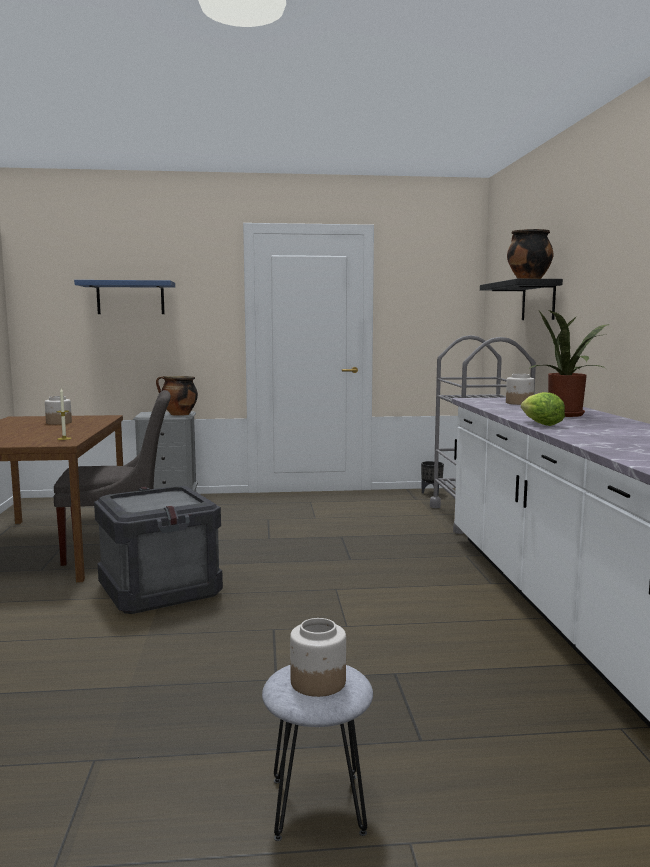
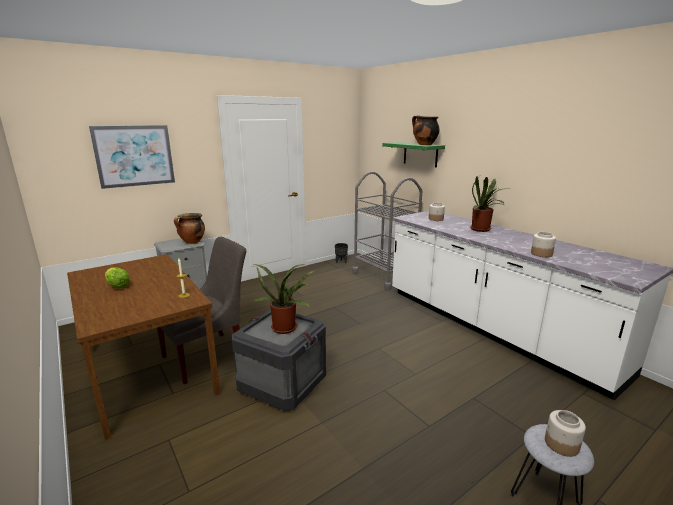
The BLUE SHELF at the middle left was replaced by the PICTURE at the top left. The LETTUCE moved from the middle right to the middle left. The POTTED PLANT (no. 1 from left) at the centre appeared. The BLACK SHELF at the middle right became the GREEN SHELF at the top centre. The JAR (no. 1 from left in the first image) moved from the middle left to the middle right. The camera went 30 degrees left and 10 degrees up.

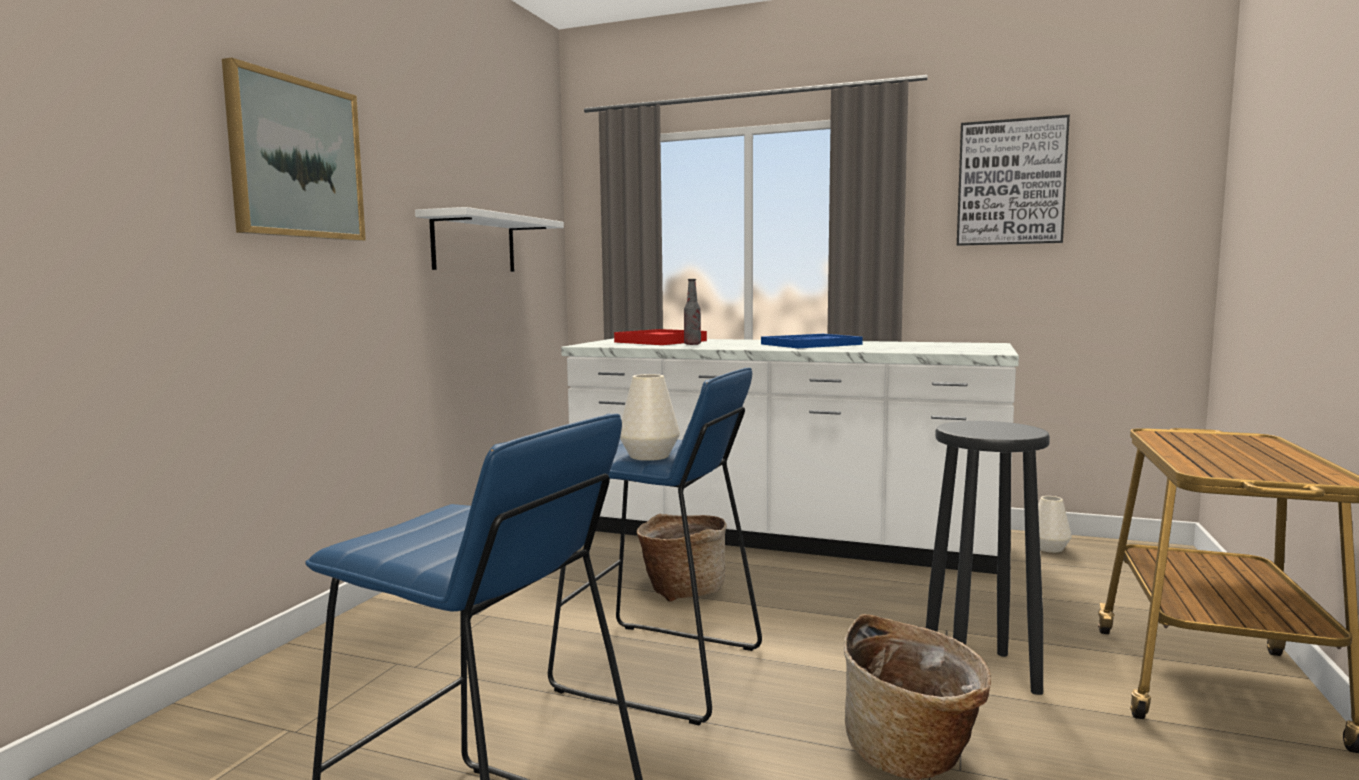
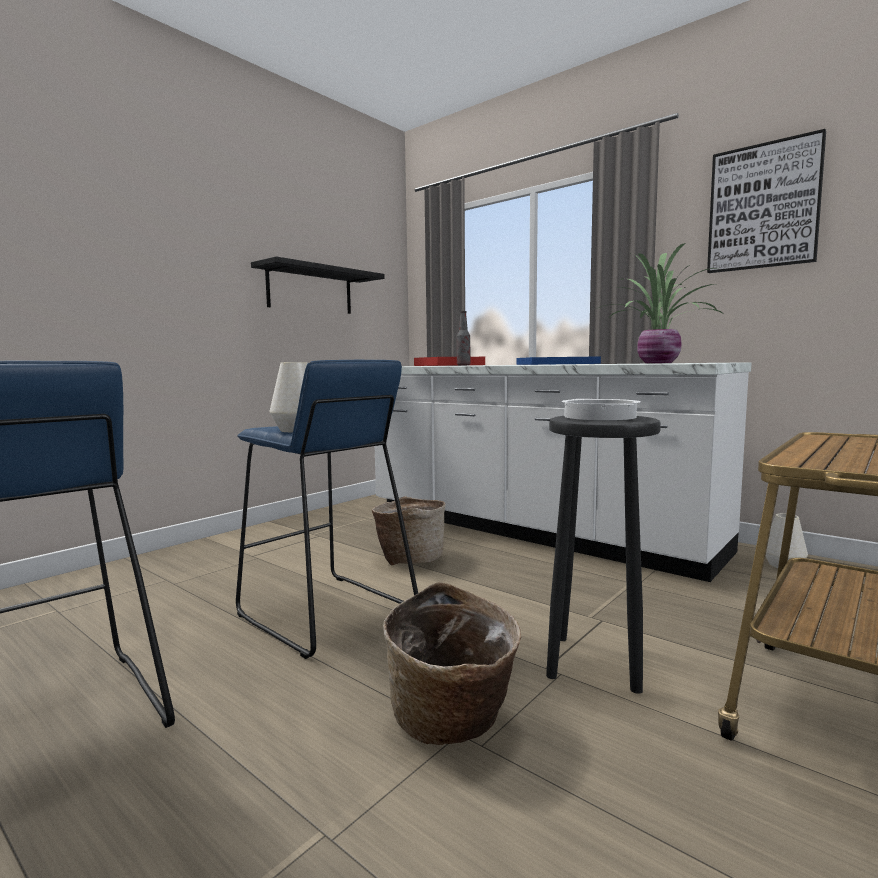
The WHITE SHELF at the top centre became the BLACK SHELF at the top centre. The COOKING POT at the middle right appeared. The POTTED PLANT at the middle right appeared. The PICTURE (no. 1 from left) at the top left disappeared. The camera went 20 degrees right and 0 degrees up.

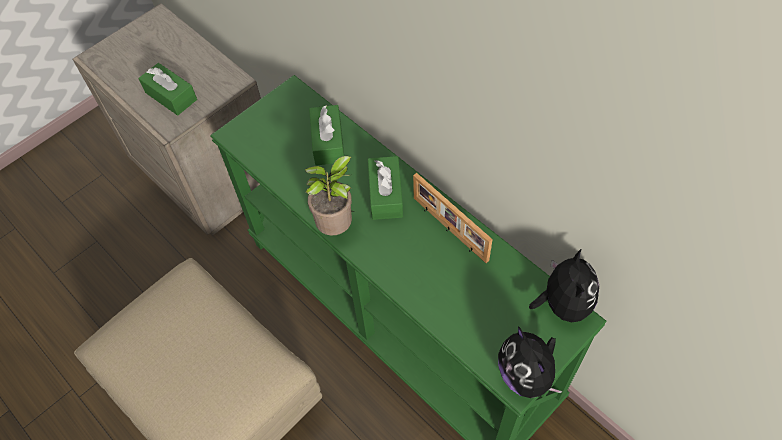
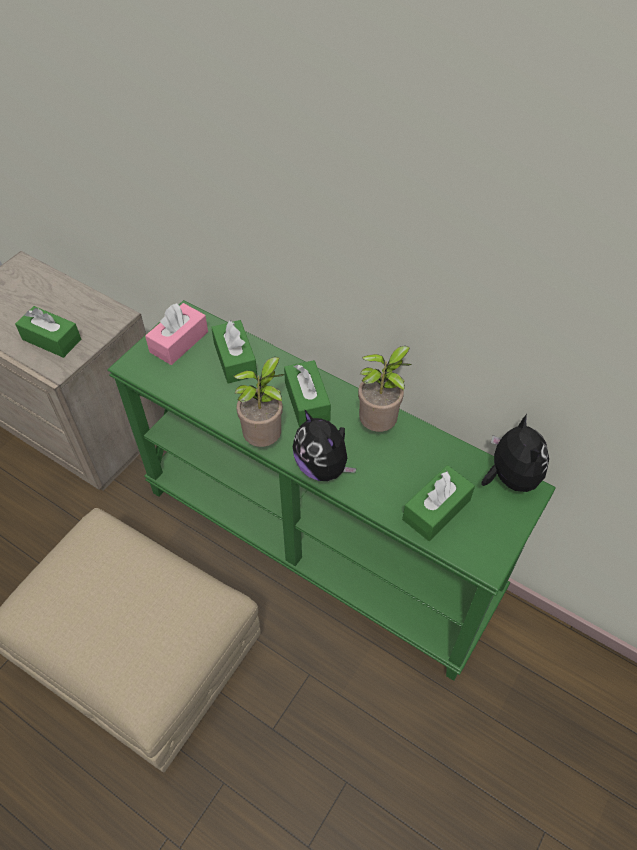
The PINK TISSUE BOX at the middle left appeared. The PLUSH TOY (no. 1 from left) moved from the bottom right to the centre. The PICTURE FRAME at the centre was replaced by the POTTED PLANT (no. 2 from left) at the centre. The GREEN TISSUE BOX (no. 4 from left) at the middle right appeared. The camera went 15 degrees left and 5 degrees down.

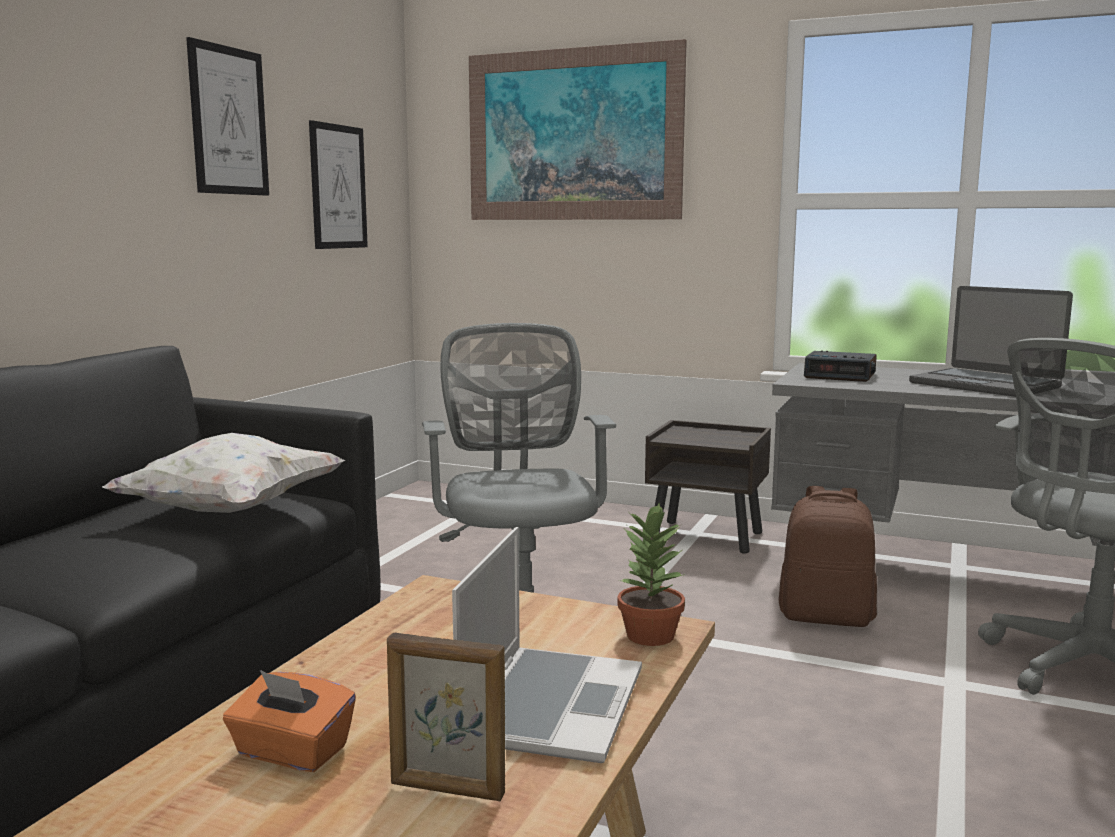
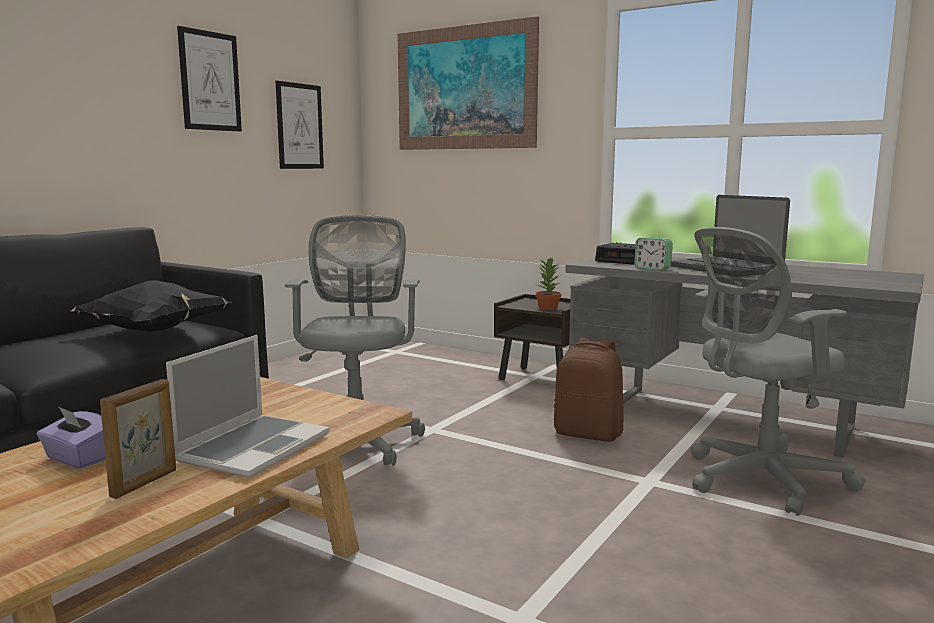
The ORANGE TISSUE BOX at the bottom left became the PURPLE TISSUE BOX at the bottom left. The WHITE PILLOW at the middle left became the BLACK PILLOW at the middle left. The PICTURE FRAME at the bottom centre turned 90 degrees counterclockwise. The POTTED PLANT moved from the bottom centre to the centre. The ALARM CLOCK (no. 2 from left) at the middle right appeared. The camera went 10 degrees right and 0 degrees up.

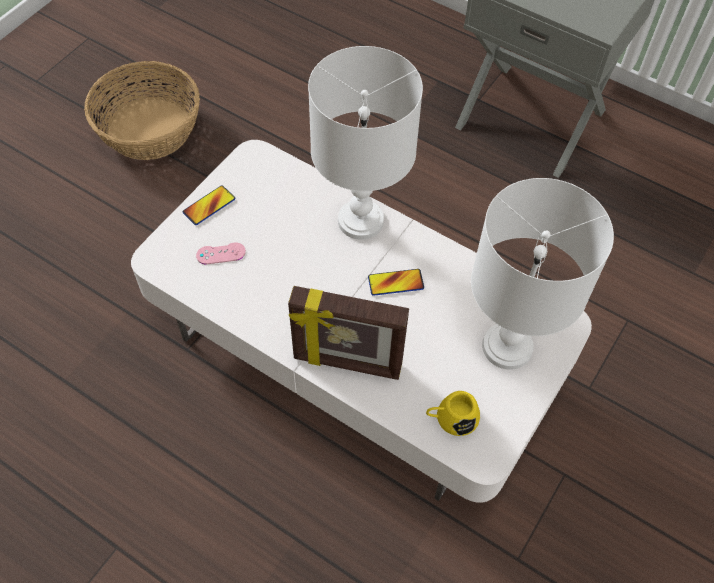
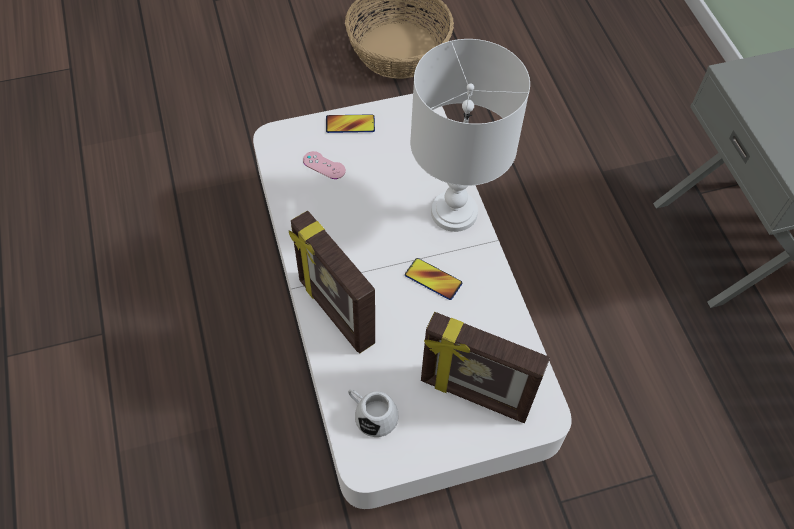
The YELLOW MUG at the bottom centre became the WHITE MUG at the bottom centre. The WHITE TABLE LAMP (no. 2 from left) at the middle right was replaced by the PICTURE FRAME (no. 2 from left) at the bottom centre. The camera went 40 degrees right and 0 degrees up.

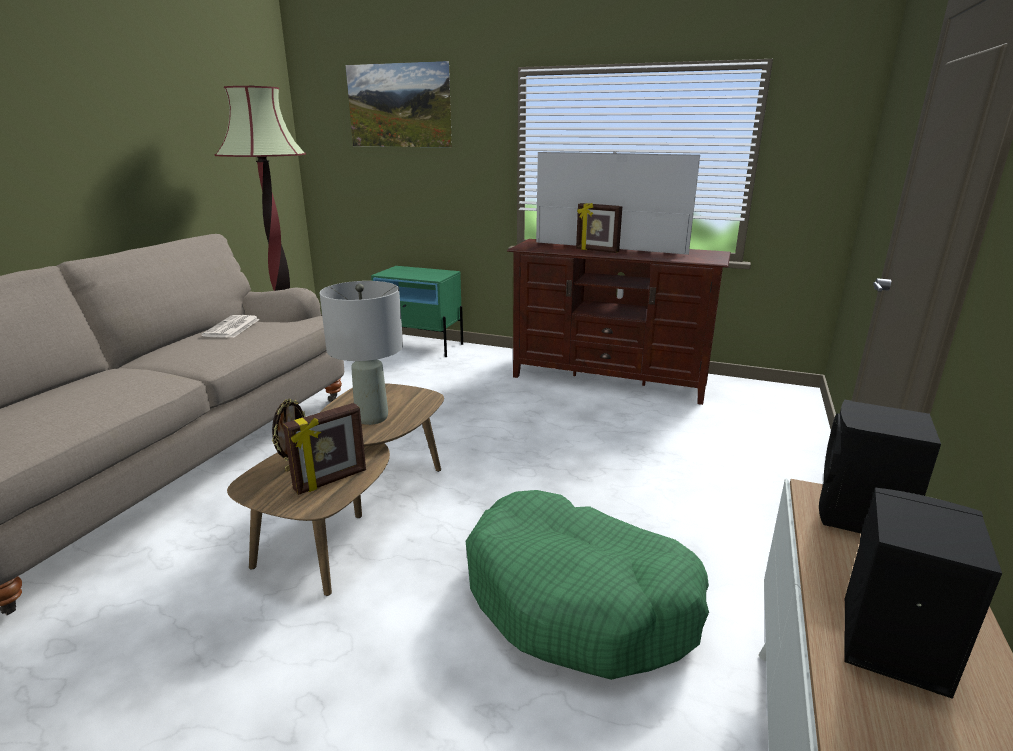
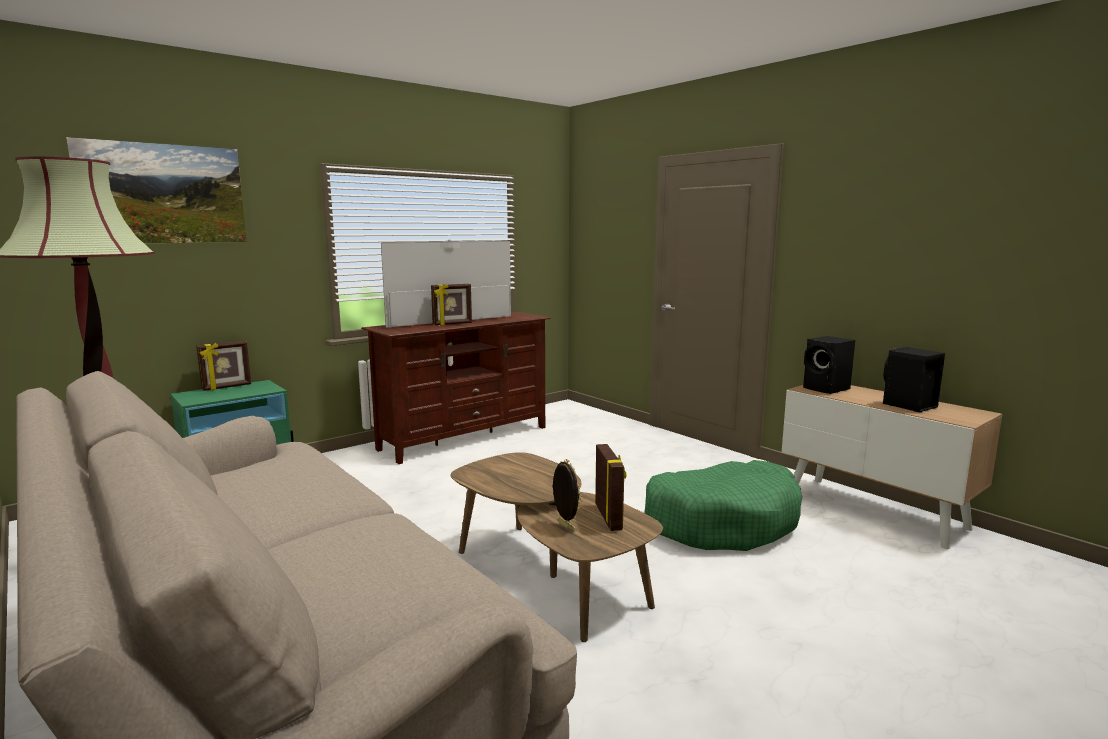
The PICTURE FRAME (no. 1 from left) at the middle left appeared. The NEWSPAPER at the middle left disappeared. The GREY TABLE LAMP at the centre disappeared. The camera went 60 degrees left and 10 degrees down.

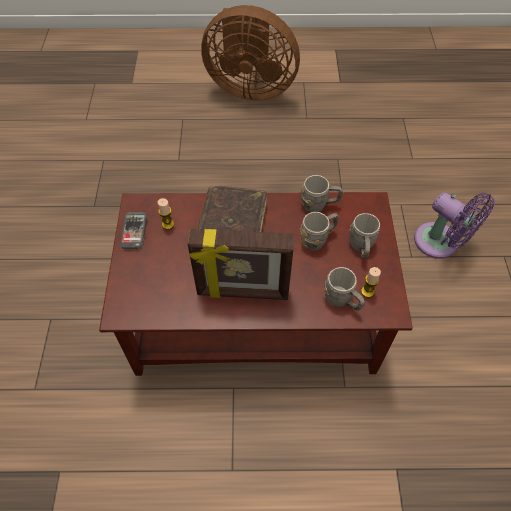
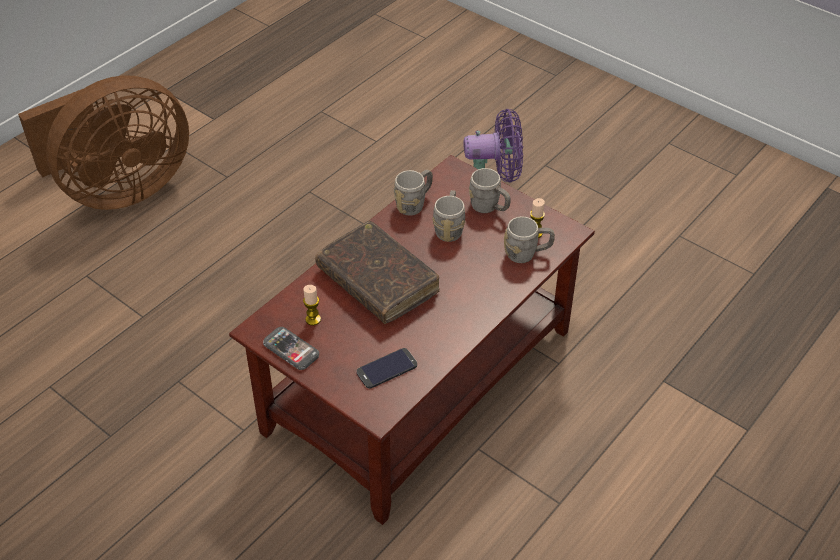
The PHONE (no. 2 from left) at the centre appeared. The PICTURE FRAME at the centre disappeared. The camera went 50 degrees left and 10 degrees down.

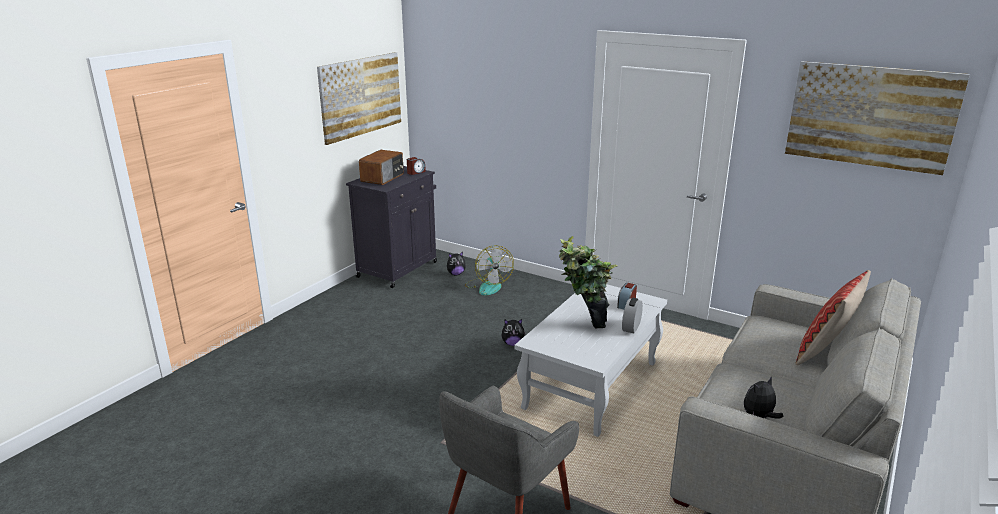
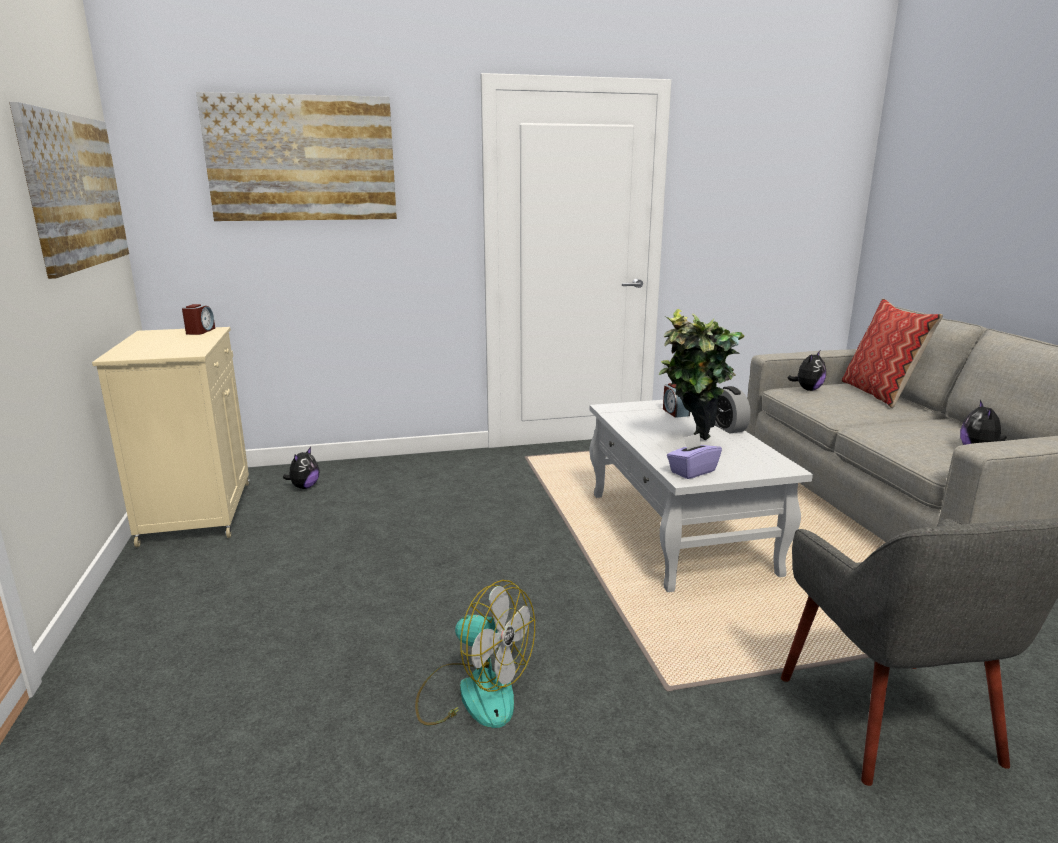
The BLACK CABINET at the centre became the BEIGE CABINET at the middle left. The PICTURE (no. 2 from left) moved from the top right to the top left. The FAN moved from the centre to the bottom centre. The PURPLE TISSUE BOX at the centre appeared. The PLUSH TOY (no. 2 from left) moved from the centre to the middle right. The RADIO at the top centre disappeared. The camera went 45 degrees left and 5 degrees down.

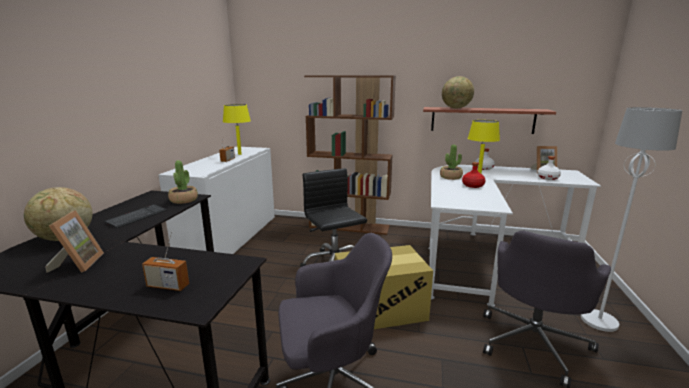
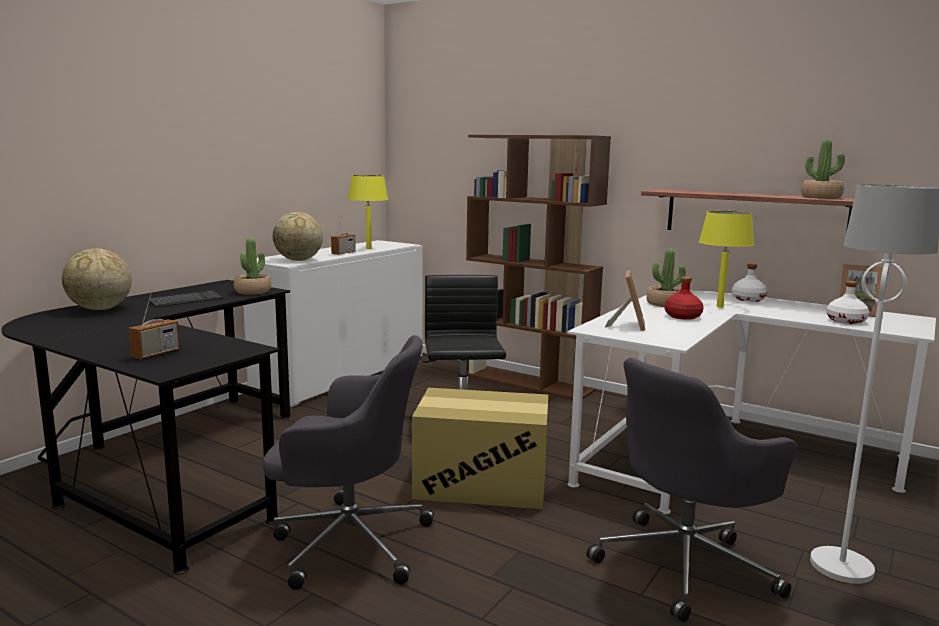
The RADIO (no. 1 from left) at the bottom left turned 90 degrees counterclockwise. The GLOBE (no. 2 from left) moved from the top centre to the middle left. The PICTURE FRAME (no. 1 from left) moved from the middle left to the centre. The POTTED PLANT (no. 3 from left) at the top right appeared. The camera went 20 degrees right and 5 degrees down.

